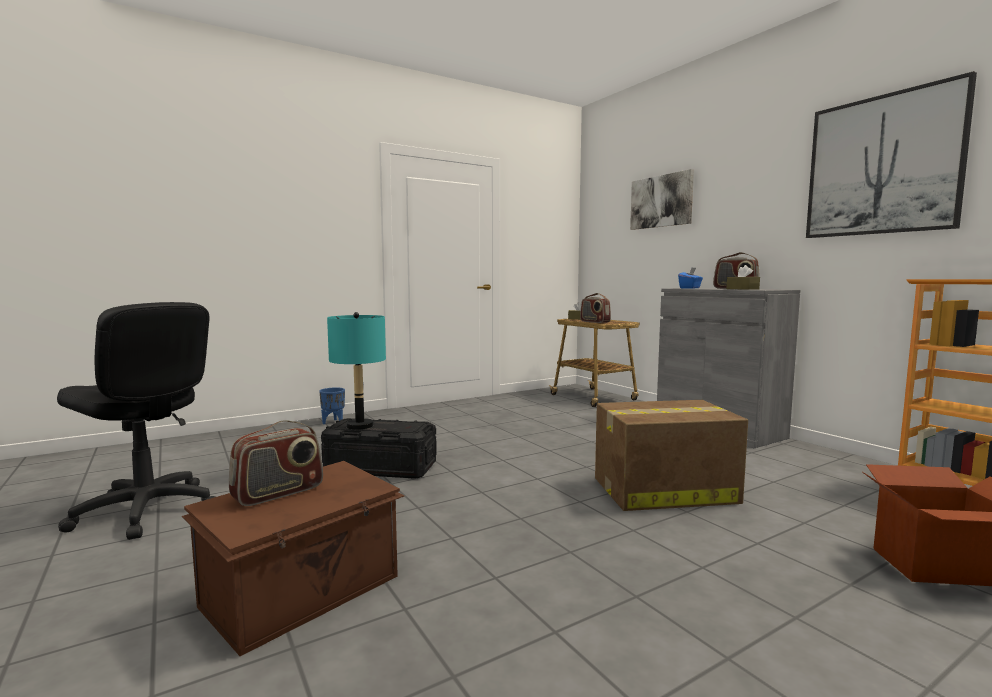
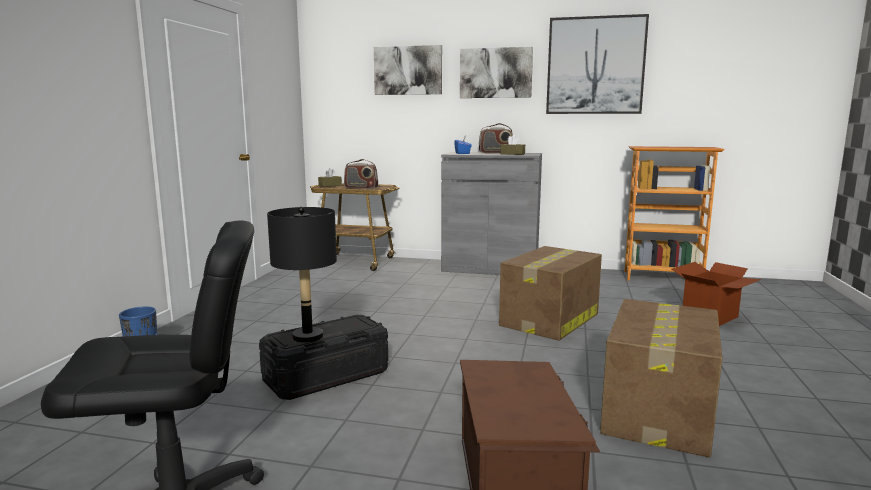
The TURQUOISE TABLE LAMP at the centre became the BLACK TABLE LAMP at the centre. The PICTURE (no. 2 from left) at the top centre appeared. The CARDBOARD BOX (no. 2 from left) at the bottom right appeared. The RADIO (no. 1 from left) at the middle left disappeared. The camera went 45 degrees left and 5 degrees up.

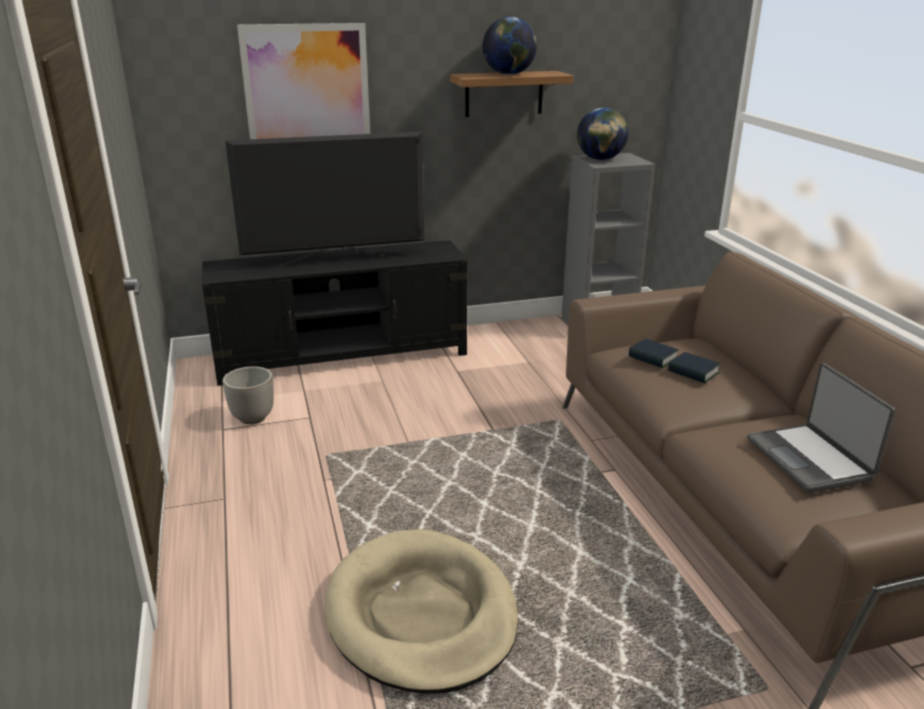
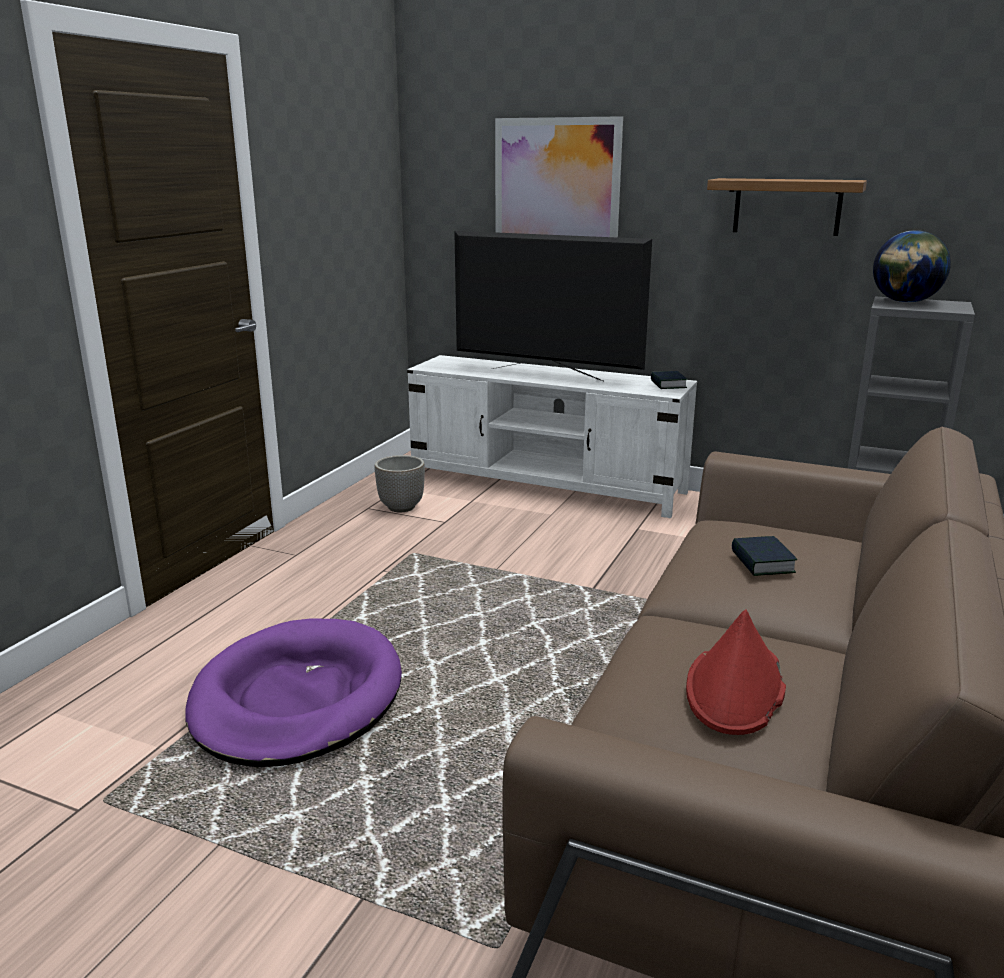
The BEIGE DOG BED at the bottom centre became the PURPLE DOG BED at the bottom left. The BLACK TV STAND at the centre became the WHITE TV STAND at the centre. The BOOK (no. 1 from left) moved from the middle right to the centre. The LAPTOP at the middle right was replaced by the RED HAT at the bottom right. The GLOBE (no. 1 from left) at the top centre disappeared. The camera went 40 degrees right and 5 degrees down.

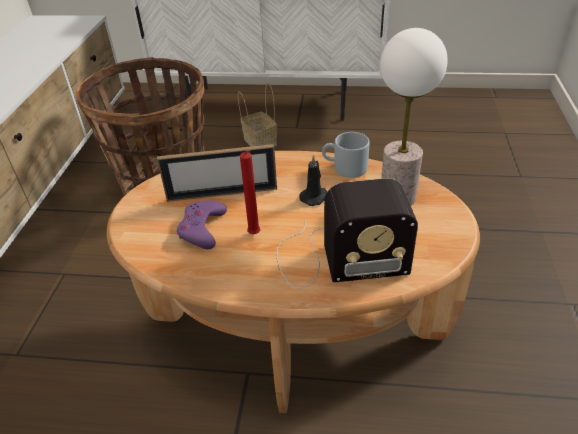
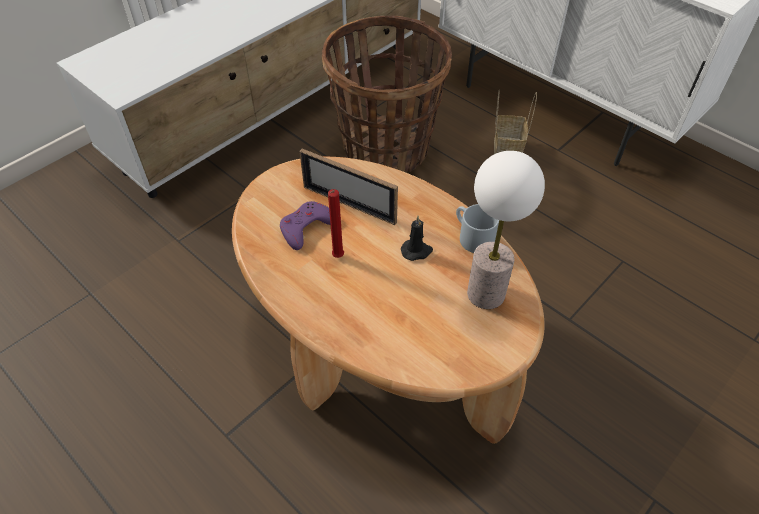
The RADIO at the centre disappeared. The camera went 35 degrees right and 10 degrees up.

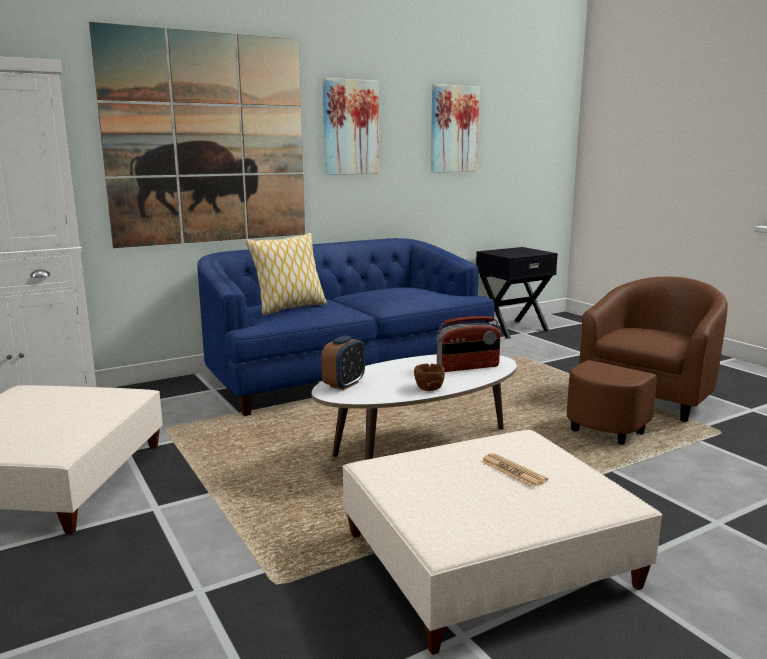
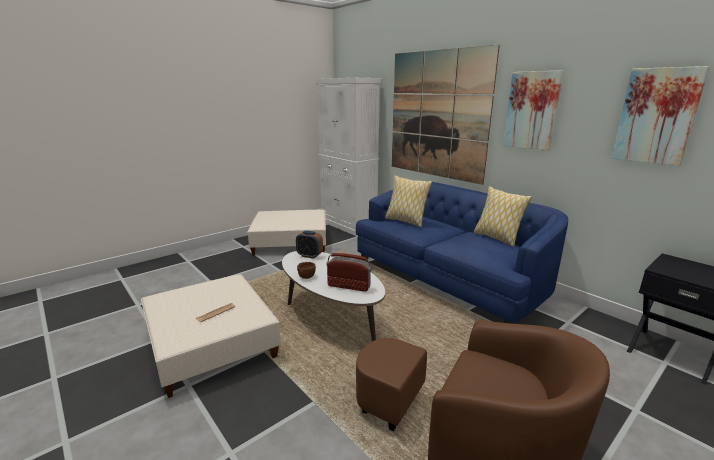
The RADIO at the centre turned 135 degrees clockwise. The PILLOW (no. 2 from left) at the middle right appeared. The camera went 80 degrees right and 5 degrees up.

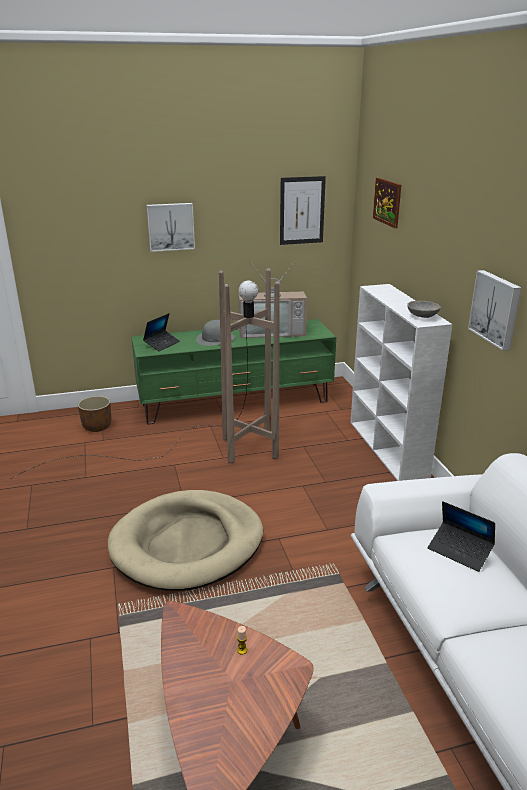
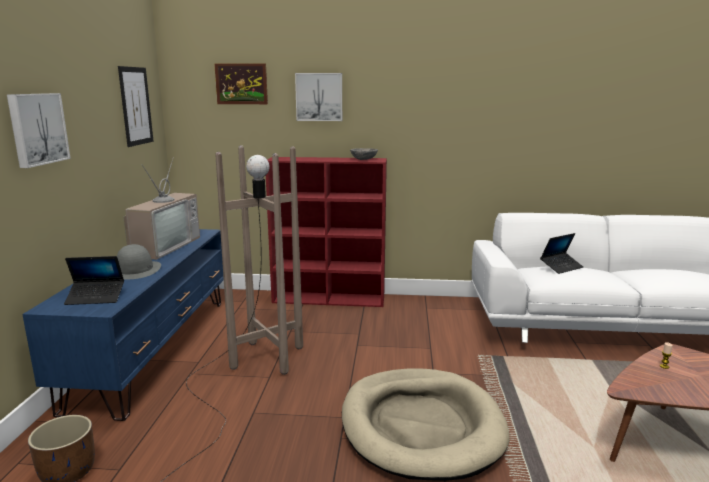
The GREEN TV STAND at the centre became the BLUE TV STAND at the bottom left. The LAPTOP (no. 1 from left) at the middle left turned 120 degrees clockwise. The WHITE BOOKCASE at the middle right became the RED BOOKCASE at the centre. The PICTURE (no. 4 from left) moved from the middle right to the top centre. The camera went 70 degrees left and 10 degrees down.

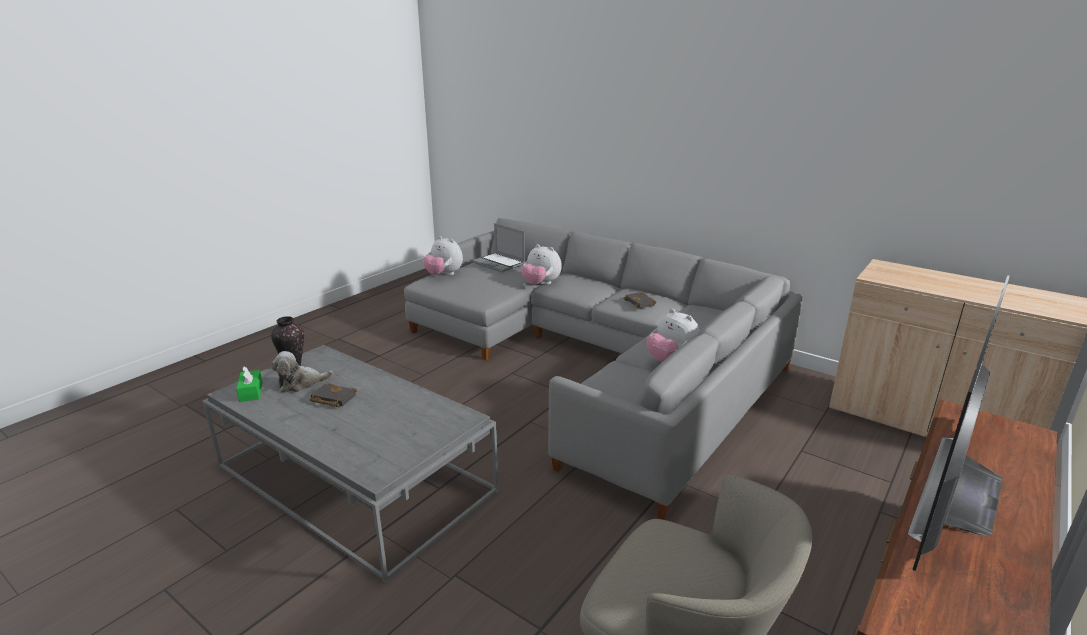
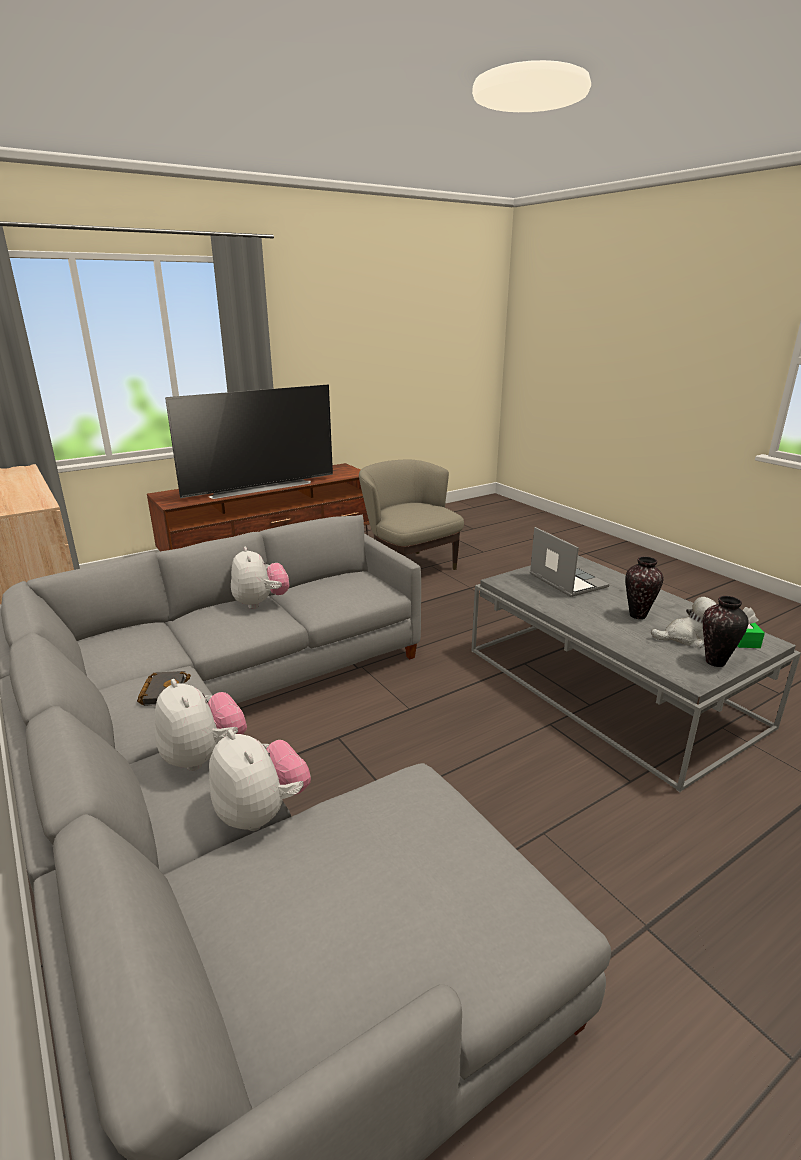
The PLUSH TOY (no. 2 from left in the first image) moved from the centre to the middle left. The LAPTOP moved from the centre to the middle right. The BLACK BOOK (no. 1 from left) at the middle left was replaced by the VASE (no. 1 from left) at the middle right. The camera went 160 degrees left and 0 degrees up.

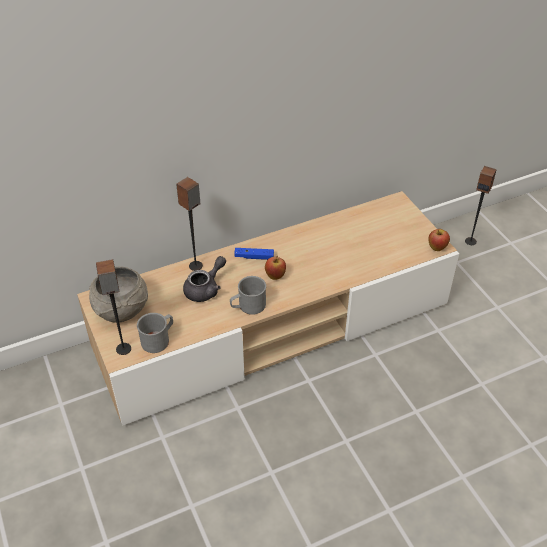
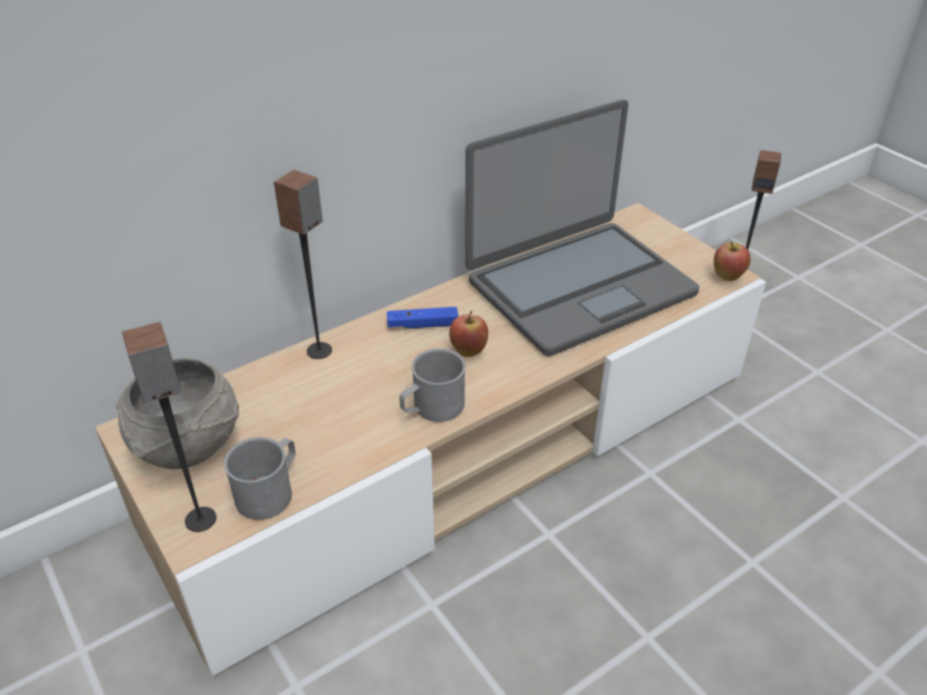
The LAPTOP at the top centre appeared. The GREY TEAPOT at the centre disappeared. The camera went 10 degrees left and 5 degrees down.

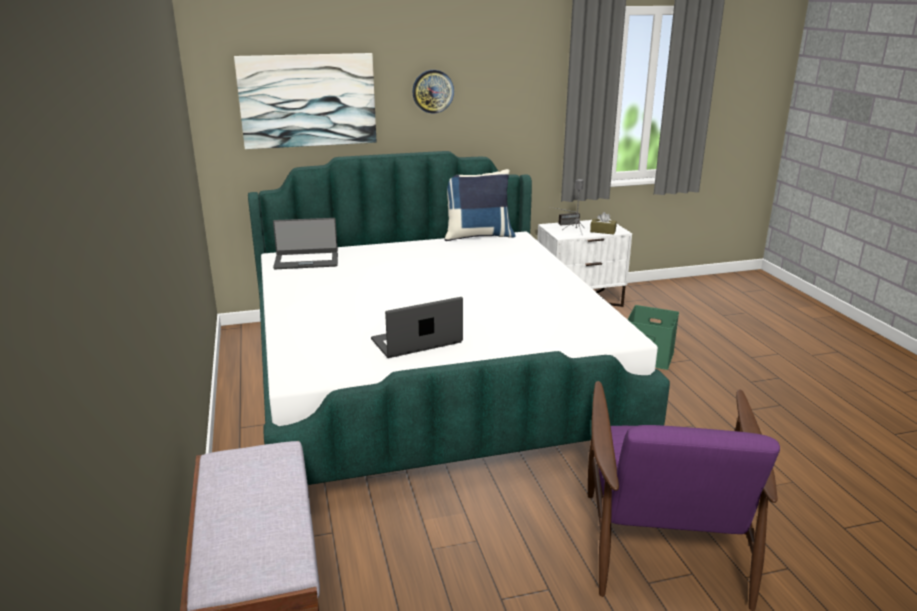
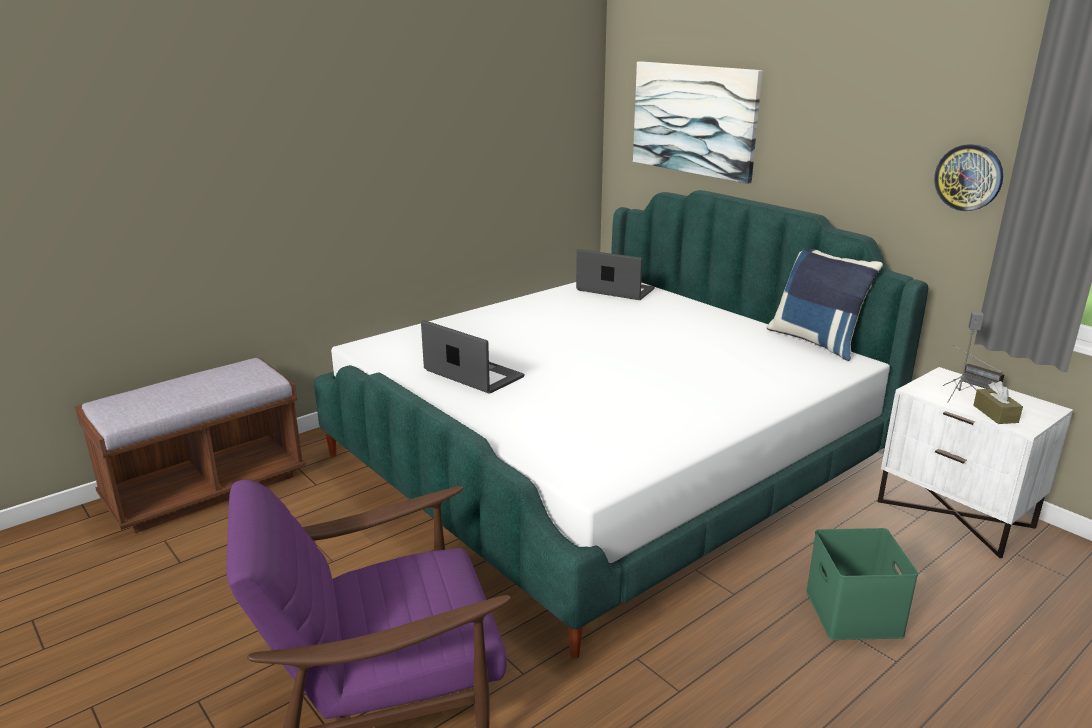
The LAPTOP (no. 1 from left in the first image) at the middle left turned 150 degrees clockwise. The WALL CLOCK moved from the top centre to the top right. The camera went 65 degrees right and 0 degrees up.

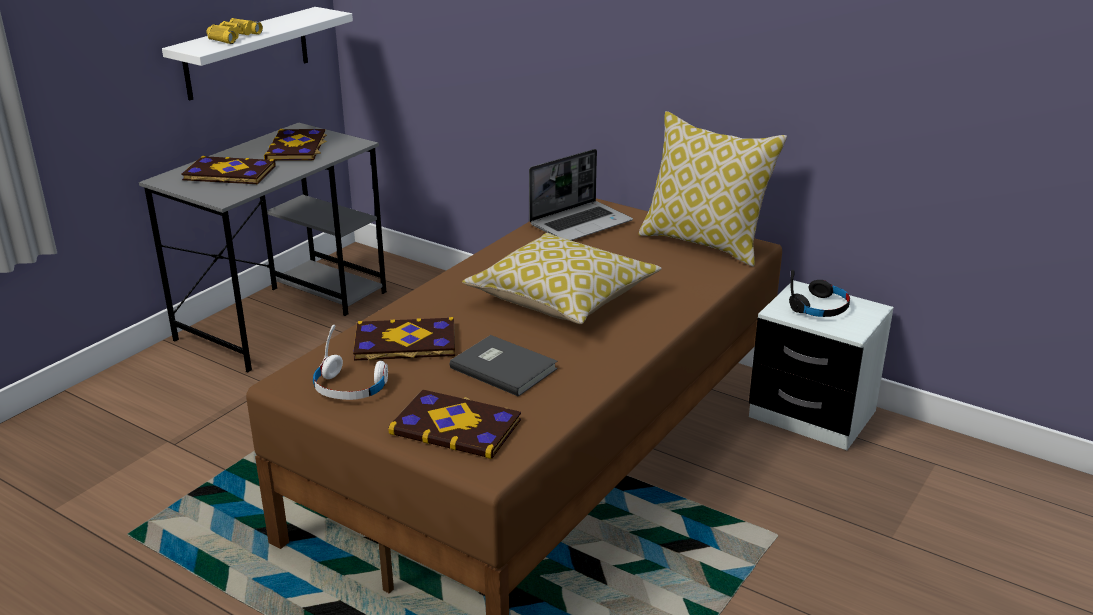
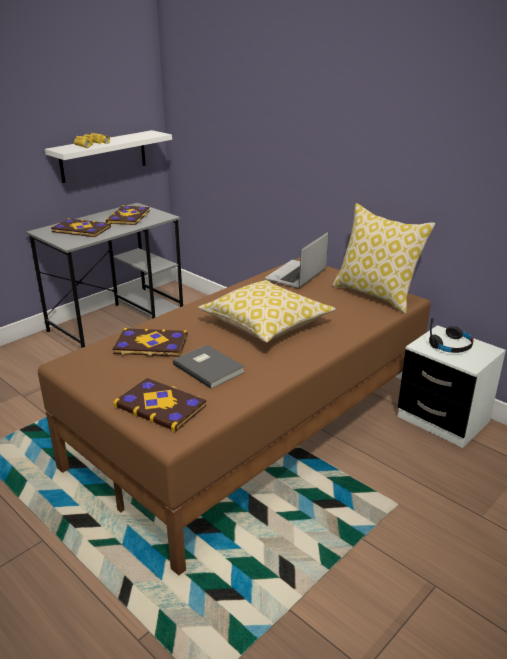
The LAPTOP at the top centre turned 150 degrees clockwise. The WHITE HEADPHONES at the middle left disappeared. The camera went 10 degrees right and 0 degrees up.

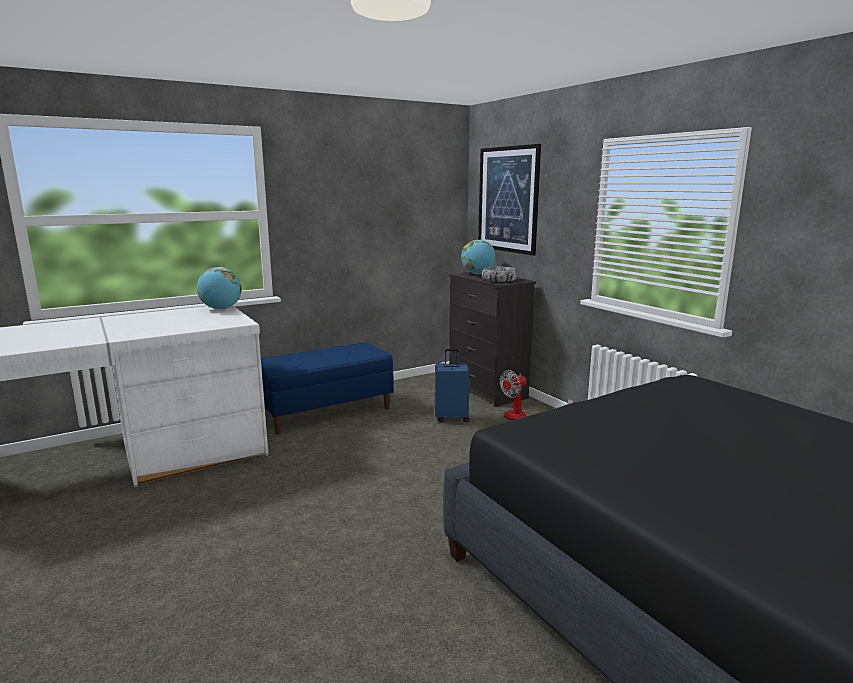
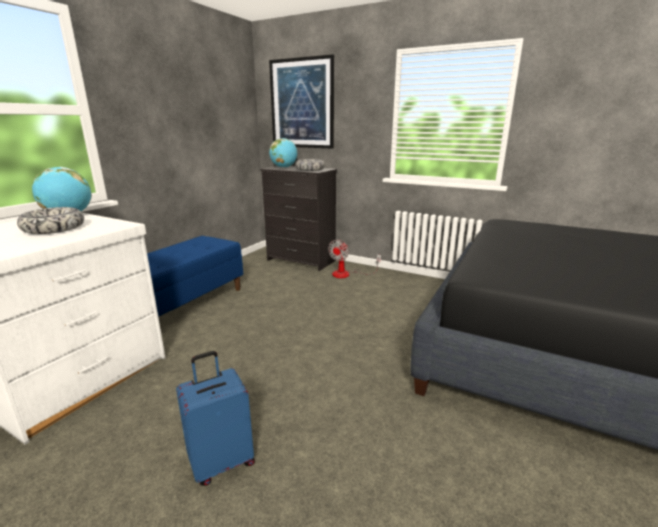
The BOWL (no. 1 from left) at the middle left appeared. The BLUE SUITCASE moved from the centre to the bottom left. The camera went 30 degrees left and 5 degrees up.

